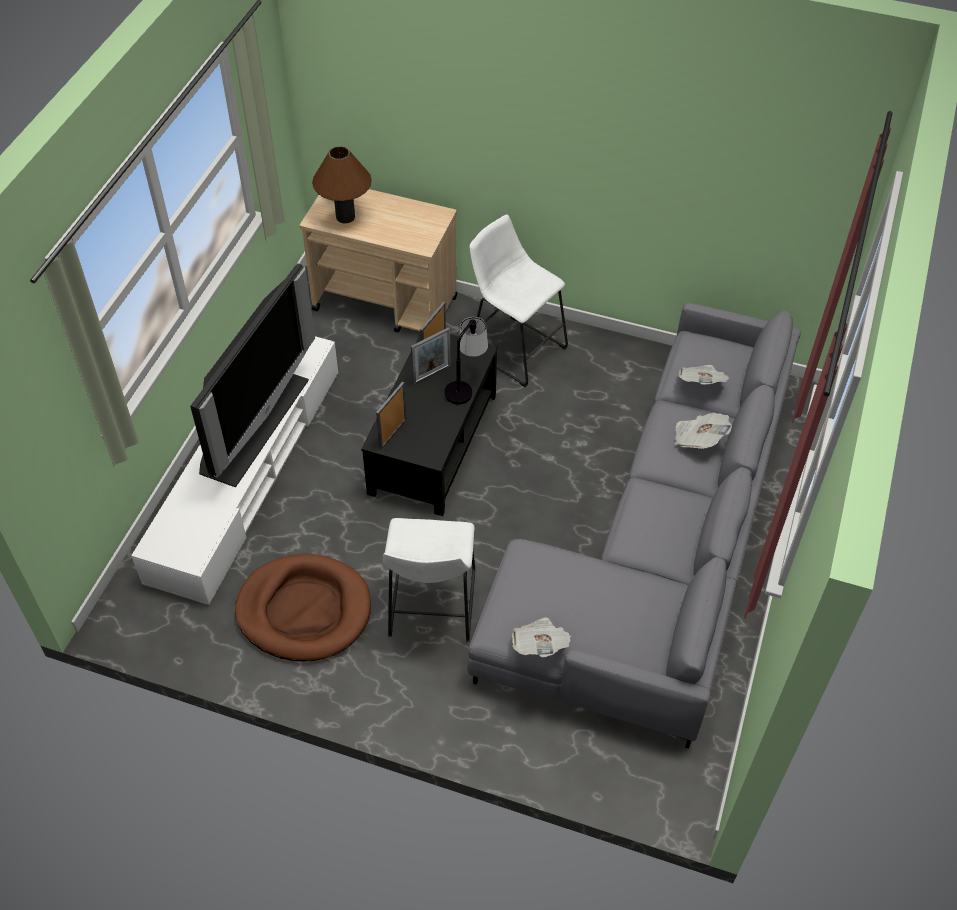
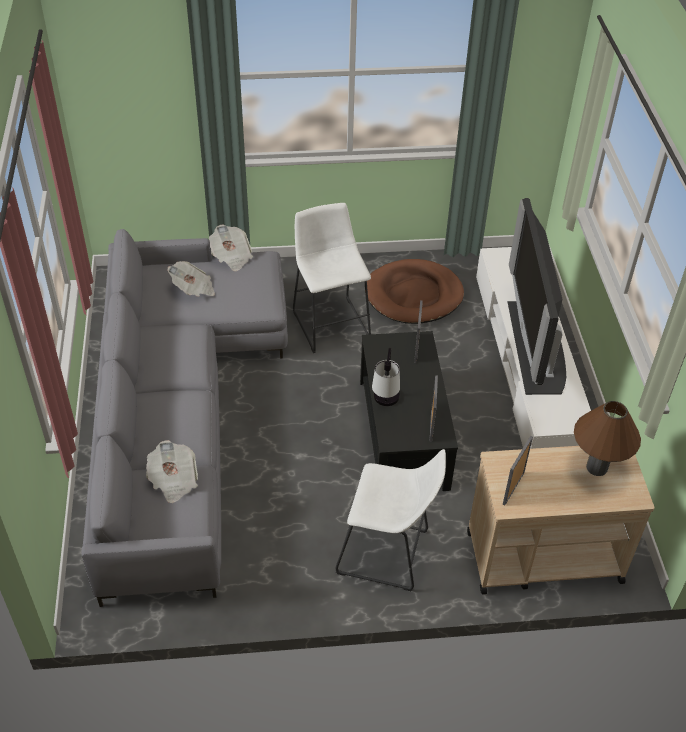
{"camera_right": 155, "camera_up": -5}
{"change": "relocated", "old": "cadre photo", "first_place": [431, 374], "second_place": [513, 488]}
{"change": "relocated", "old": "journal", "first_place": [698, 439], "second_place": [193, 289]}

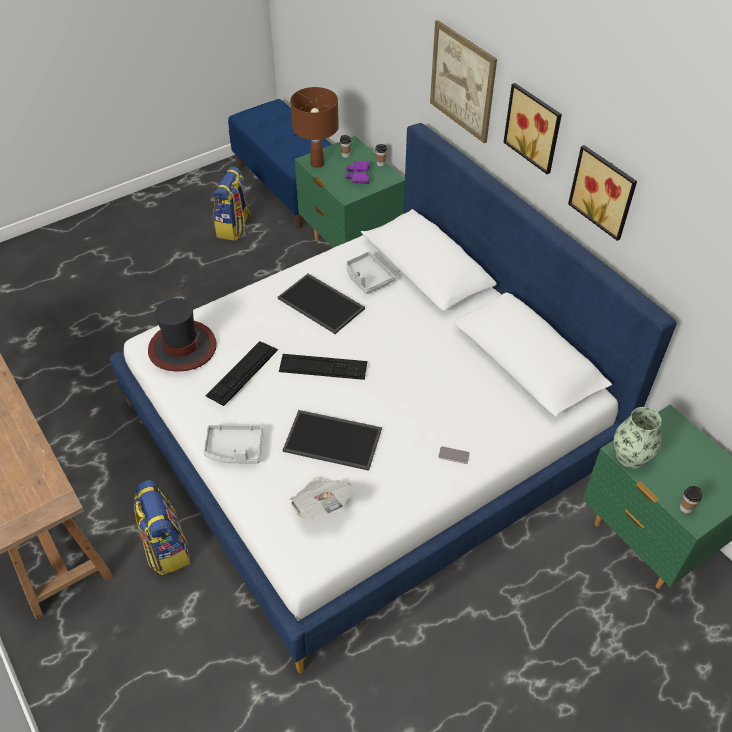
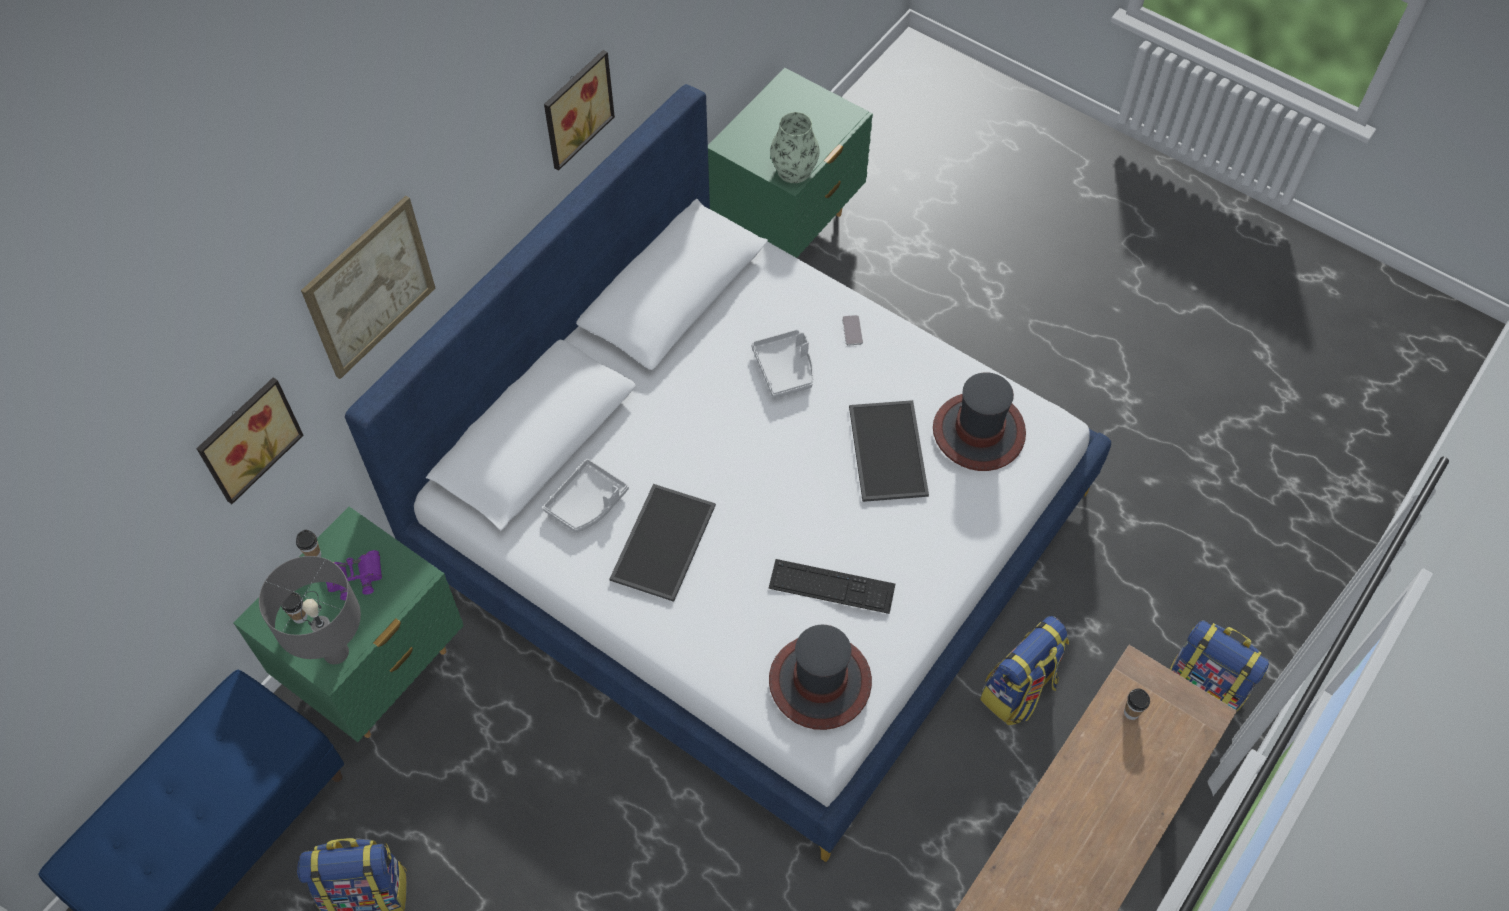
{"camera_right": -110, "camera_up": 10}
{"change": "missing", "old": "clavier", "first_place": [323, 367]}
{"change": "appeared", "new": "sac à dos", "second_place": [1204, 690]}
{"change": "relocated", "old": "plateau/gris", "first_place": [234, 449], "second_place": [785, 369]}
{"change": "relocated", "old": "tableau", "first_place": [535, 127], "second_place": [246, 437]}
{"change": "relocated", "old": "tasse", "first_place": [685, 508], "second_place": [1131, 712]}
{"change": "exchanged", "old": "journal", "new": "chapeau", "first_place": [322, 505], "second_place": [979, 432]}
{"change": "colour", "old": "lampe de table/marron", "new": "lampe de table/gris", "first_place": [317, 164], "second_place": [336, 653]}

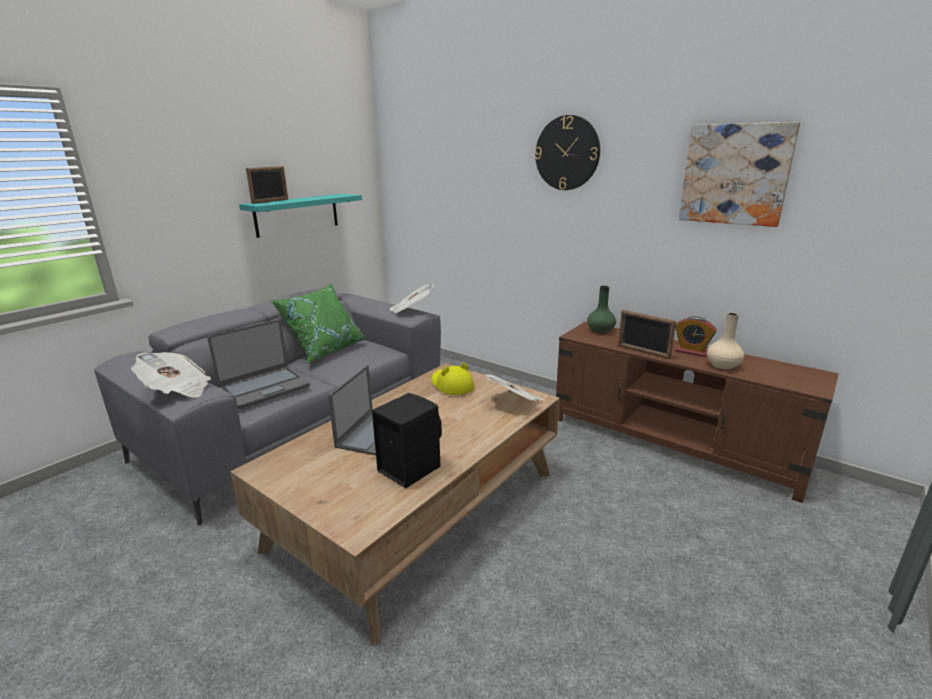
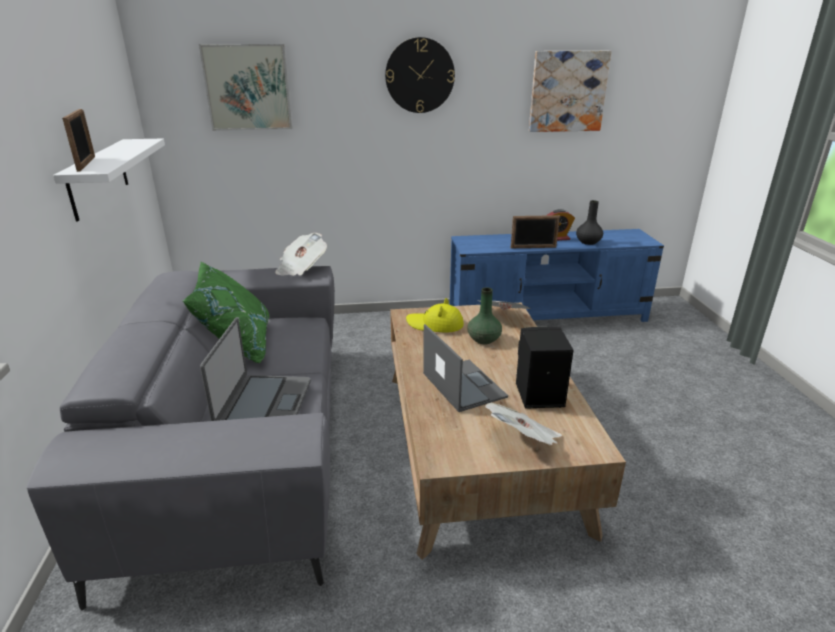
{"camera_right": -45, "camera_up": 5}
{"change": "appeared", "new": "tableau", "second_place": [247, 87]}
{"change": "relocated", "old": "journal", "first_place": [177, 390], "second_place": [523, 440]}
{"change": "relocated", "old": "vase/vert", "first_place": [600, 330], "second_place": [483, 340]}
{"change": "colour", "old": "étagère/turquoise", "new": "étagère/blanc", "first_place": [297, 214], "second_place": [98, 178]}
{"change": "colour", "old": "meuble télé/marron", "new": "meuble télé/bleu", "first_place": [672, 442], "second_place": [547, 315]}
{"change": "colour", "old": "vase/beige", "new": "vase/noir", "first_place": [723, 366], "second_place": [588, 242]}

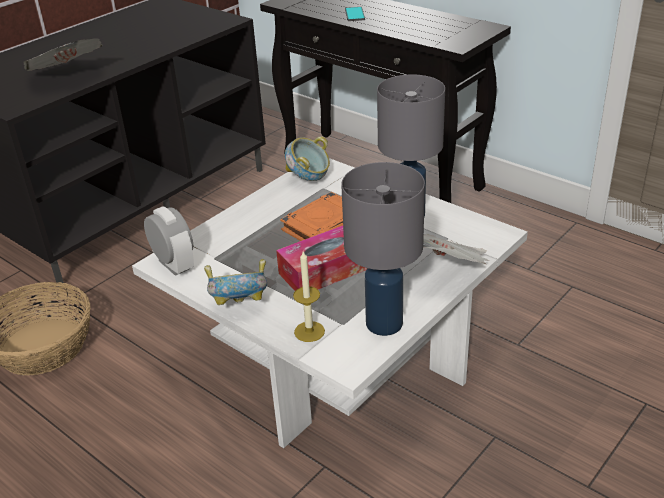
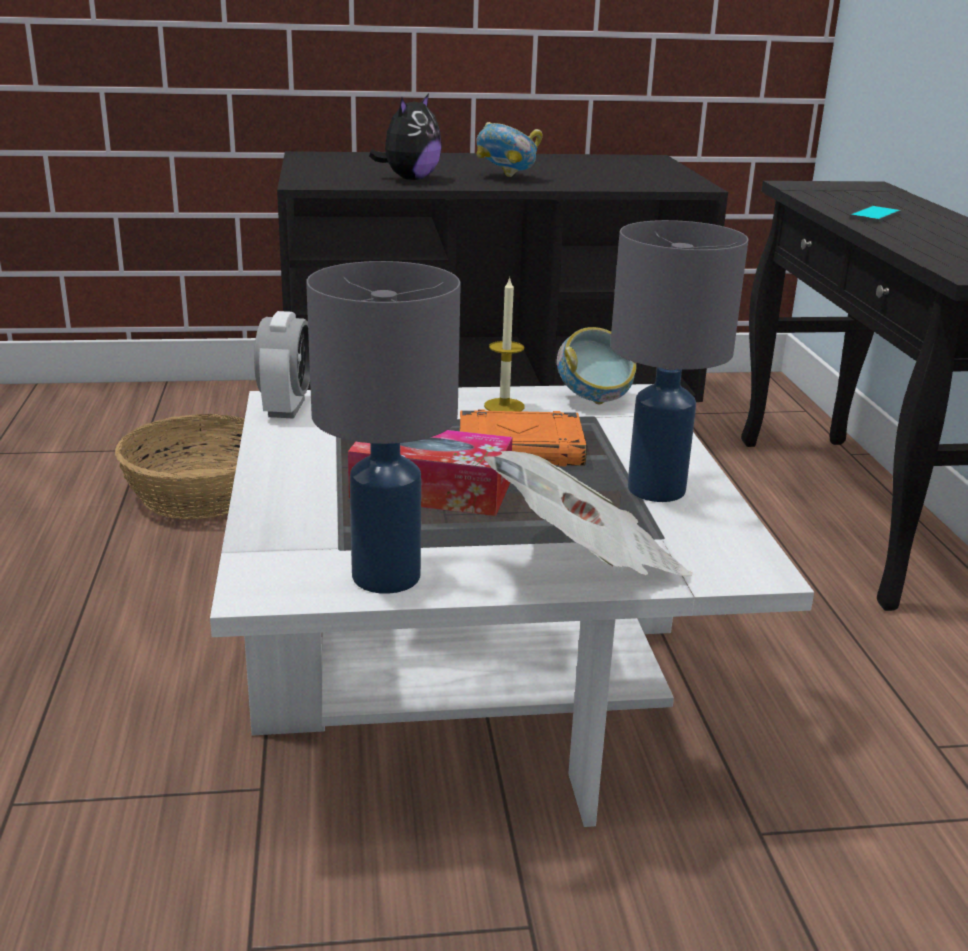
{"camera_right": 40, "camera_up": -10}
{"change": "relocated", "old": "bol", "first_place": [240, 305], "second_place": [506, 177]}
{"change": "relocated", "old": "bougie", "first_place": [309, 331], "second_place": [504, 406]}
{"change": "exchanged", "old": "journal", "new": "peluche", "first_place": [68, 76], "second_place": [410, 179]}

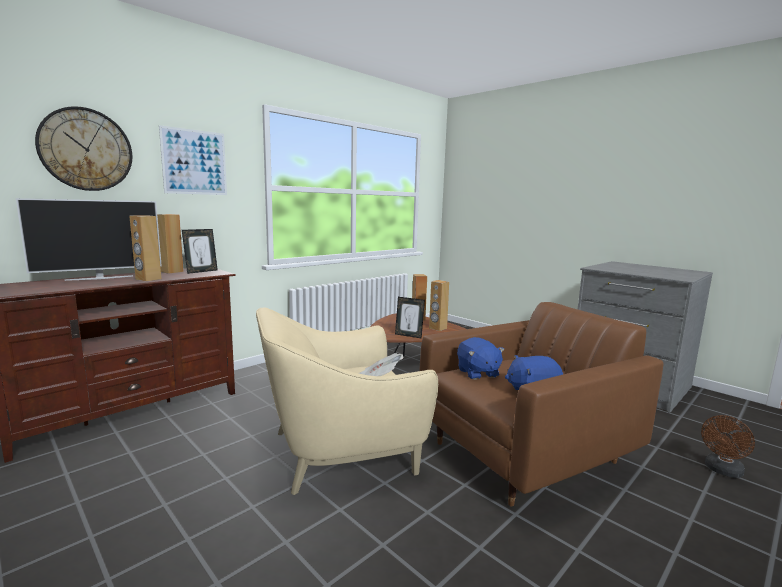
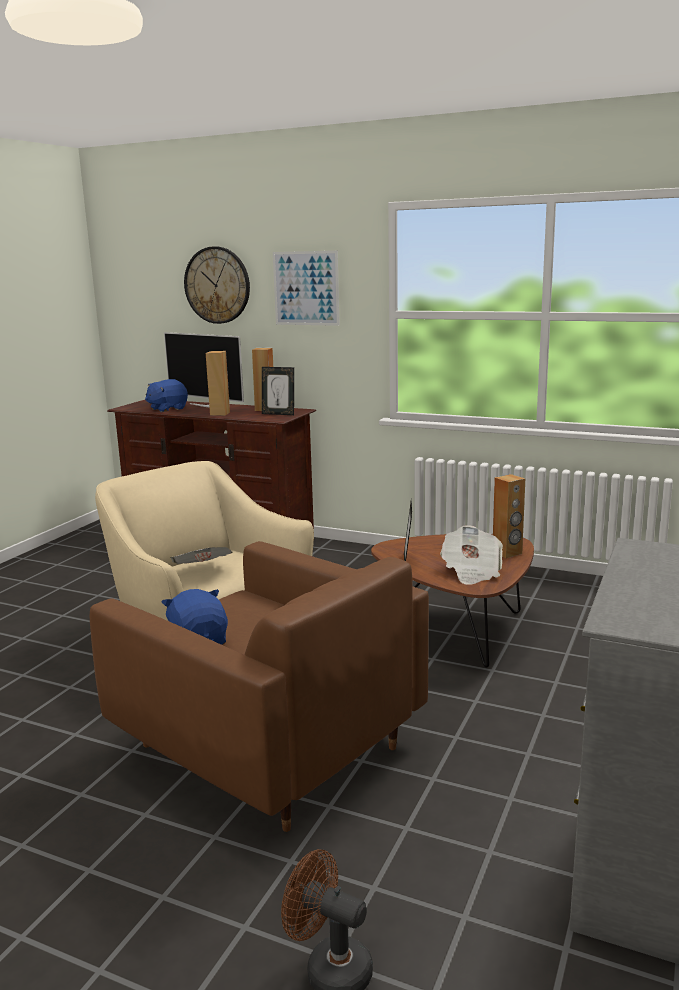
{"camera_right": 70, "camera_up": 5}
{"change": "relocated", "old": "peluche/bleu", "first_place": [477, 373], "second_place": [167, 409]}
{"change": "exchanged", "old": "enceinte/marron", "new": "journal", "first_place": [437, 328], "second_place": [471, 572]}

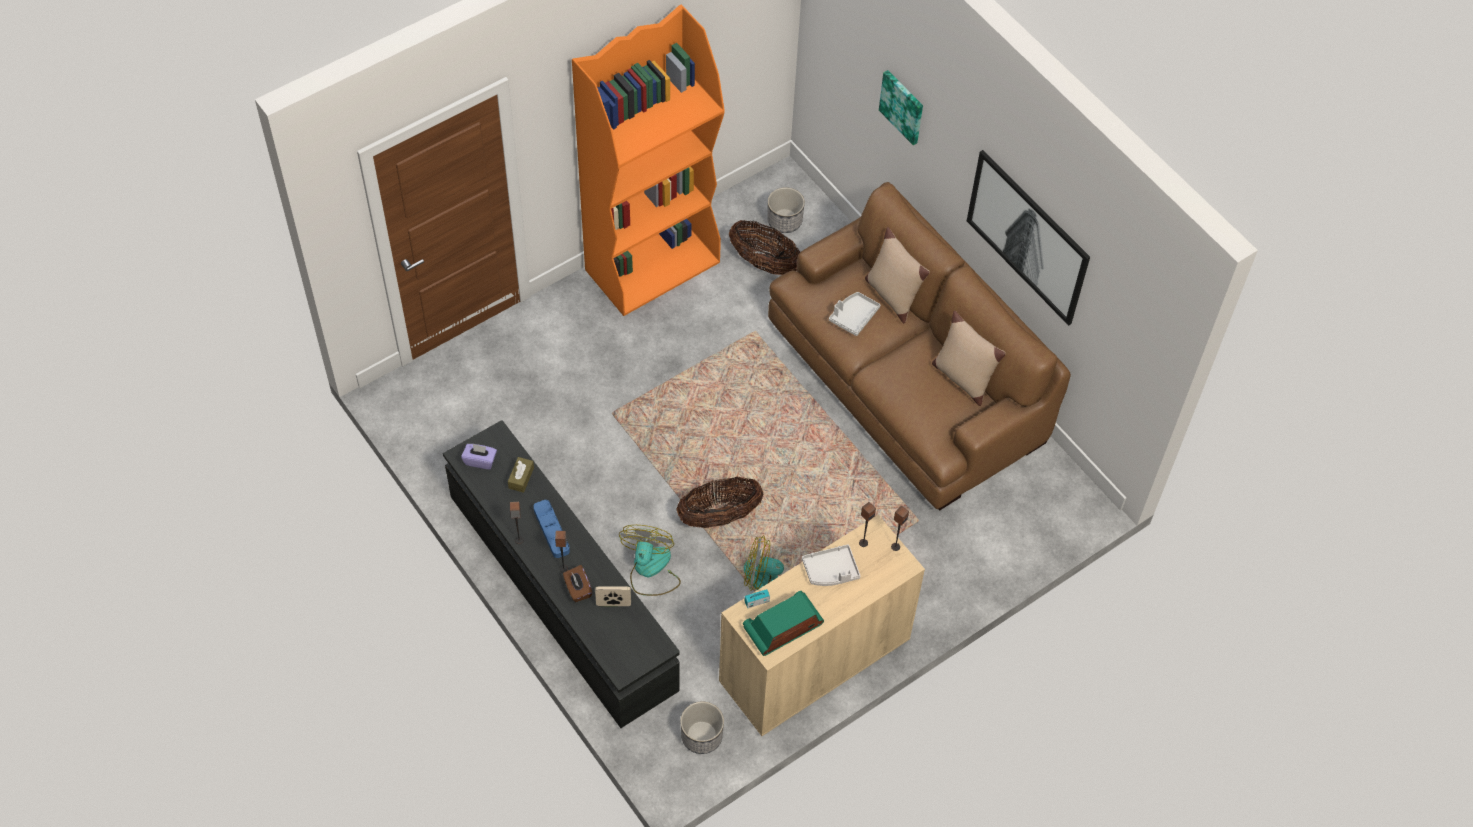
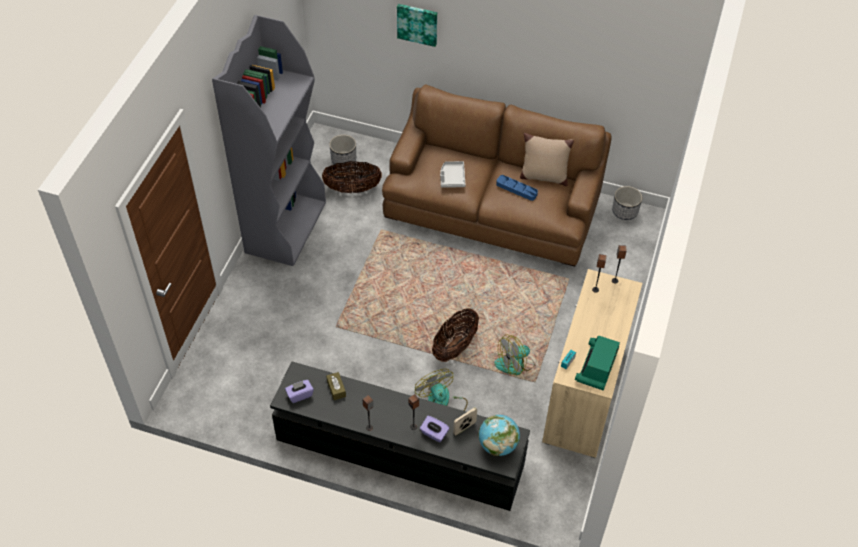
{"camera_right": -35, "camera_up": -5}
{"change": "missing", "old": "plateau/gris", "first_place": [831, 571]}
{"change": "missing", "old": "coussin/beige", "first_place": [892, 295]}
{"change": "missing", "old": "tableau", "first_place": [1027, 237]}
{"change": "appeared", "new": "globe", "second_place": [498, 445]}
{"change": "relocated", "old": "plateau/bleu", "first_place": [551, 530], "second_place": [516, 189]}
{"change": "relocated", "old": "cache-pot", "first_place": [702, 736], "second_place": [625, 211]}
{"change": "colour", "old": "boîte à mouchoirs/marron", "new": "boîte à mouchoirs/violet", "first_place": [578, 589], "second_place": [434, 433]}
{"change": "colour", "old": "bibliothèque/orange", "new": "bibliothèque/gris", "first_place": [653, 265], "second_place": [285, 227]}

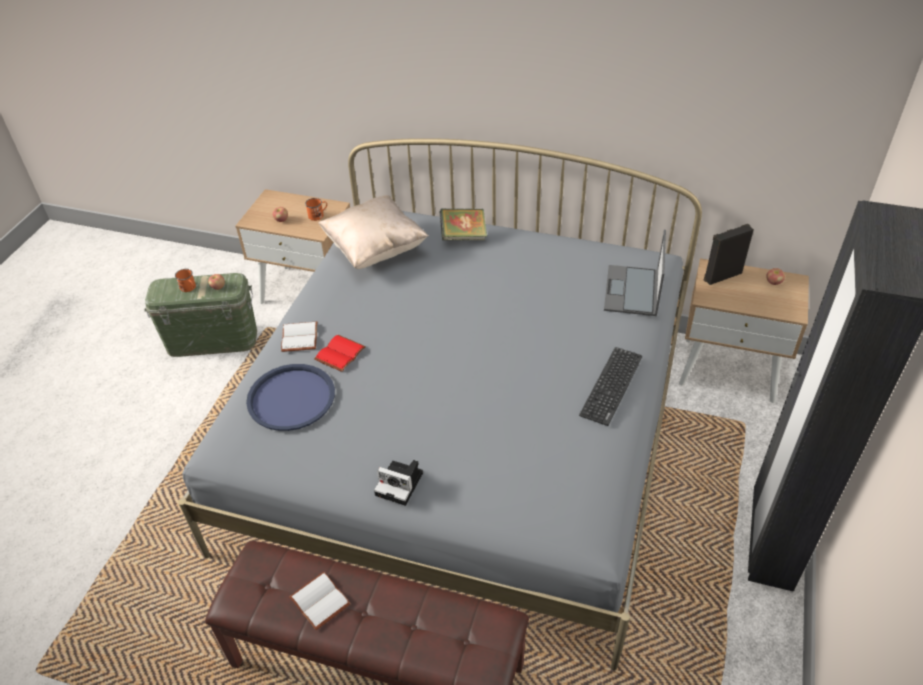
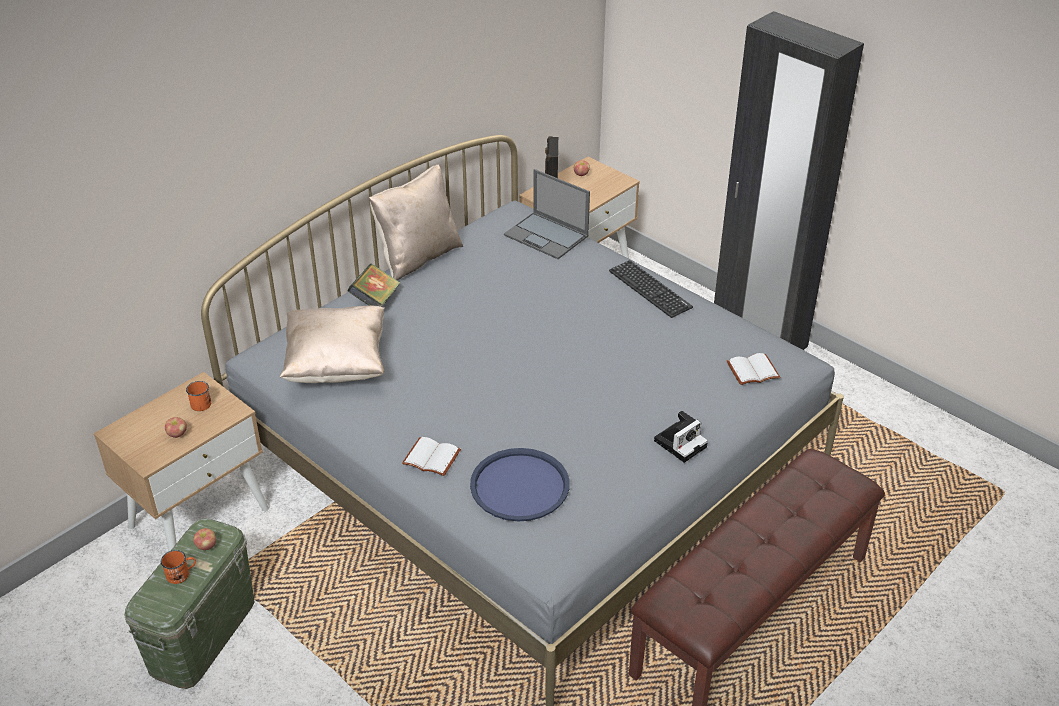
{"camera_right": -65, "camera_up": -5}
{"change": "missing", "old": "livre/rouge", "first_place": [339, 353]}
{"change": "appeared", "new": "coussin/beige", "second_place": [418, 257]}
{"change": "relocated", "old": "livre/blanc", "first_place": [318, 601], "second_place": [752, 372]}

